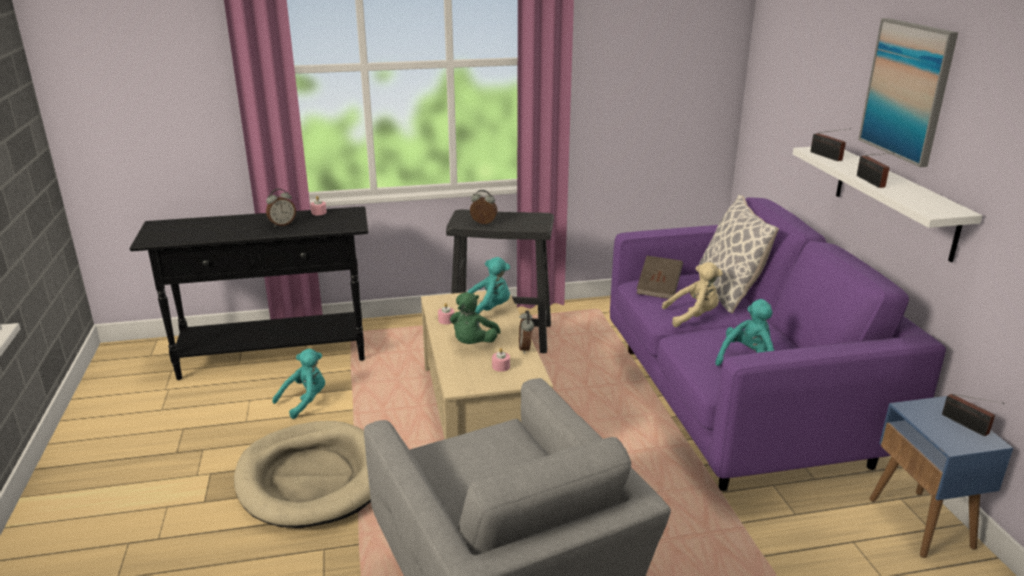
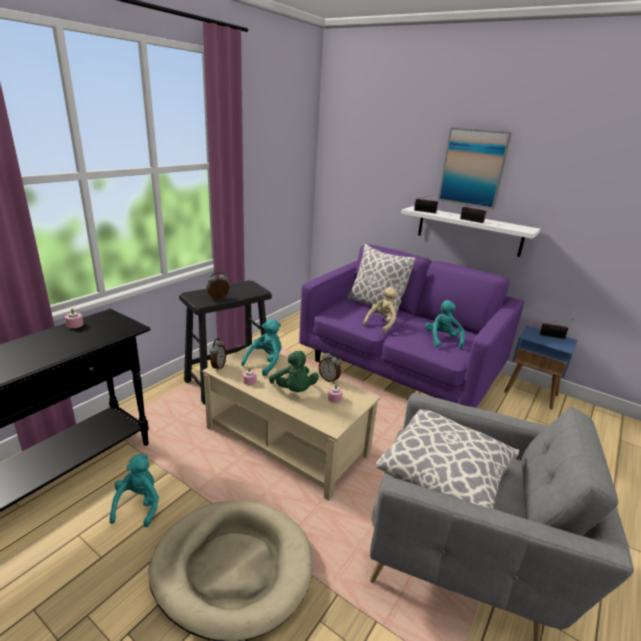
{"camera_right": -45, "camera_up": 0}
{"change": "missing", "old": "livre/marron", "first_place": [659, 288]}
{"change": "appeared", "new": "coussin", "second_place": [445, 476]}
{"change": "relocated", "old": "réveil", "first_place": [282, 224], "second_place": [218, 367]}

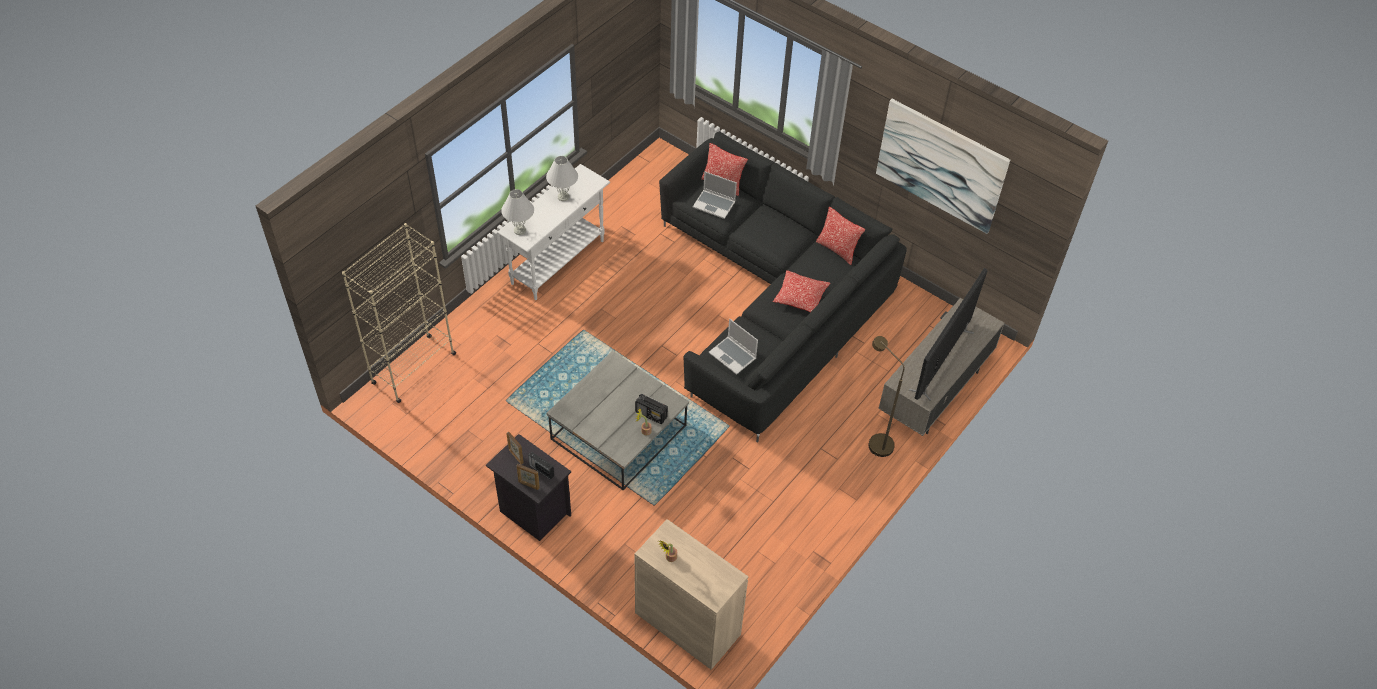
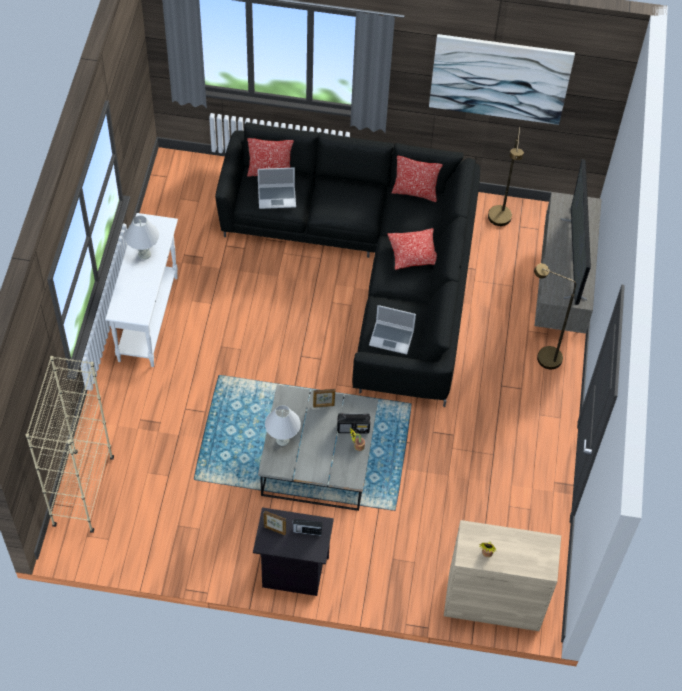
{"camera_right": -30, "camera_up": 5}
{"change": "appeared", "new": "lampadaire/marron", "second_place": [500, 222]}
{"change": "relocated", "old": "lampe de table/blanc", "first_place": [519, 230], "second_place": [282, 440]}
{"change": "relocated", "old": "cadre photo", "first_place": [528, 485], "second_place": [323, 405]}

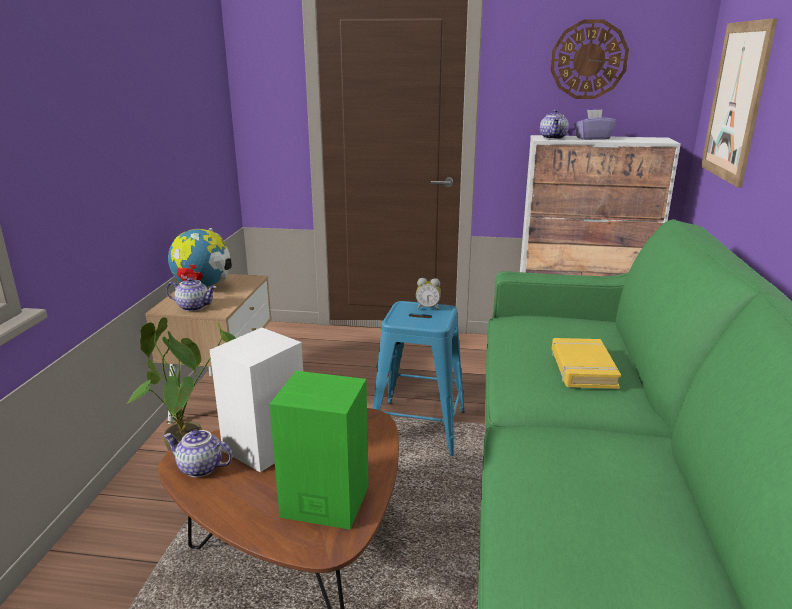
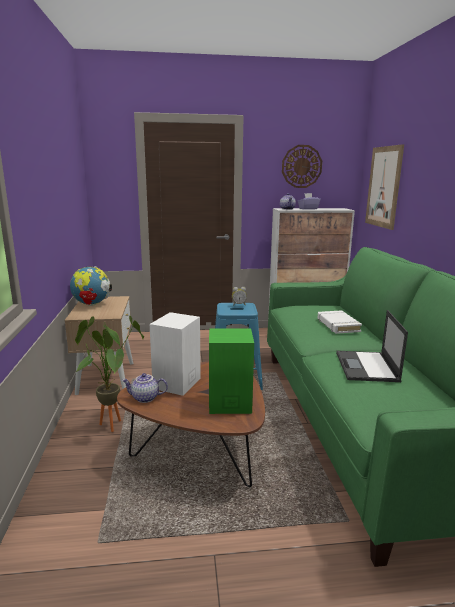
{"camera_right": -15, "camera_up": -5}
{"change": "missing", "old": "théière", "first_place": [194, 307]}
{"change": "appeared", "new": "ordinateur portable", "second_place": [367, 367]}
{"change": "colour", "old": "livre/jaune", "new": "livre/blanc", "first_place": [582, 368], "second_place": [337, 325]}

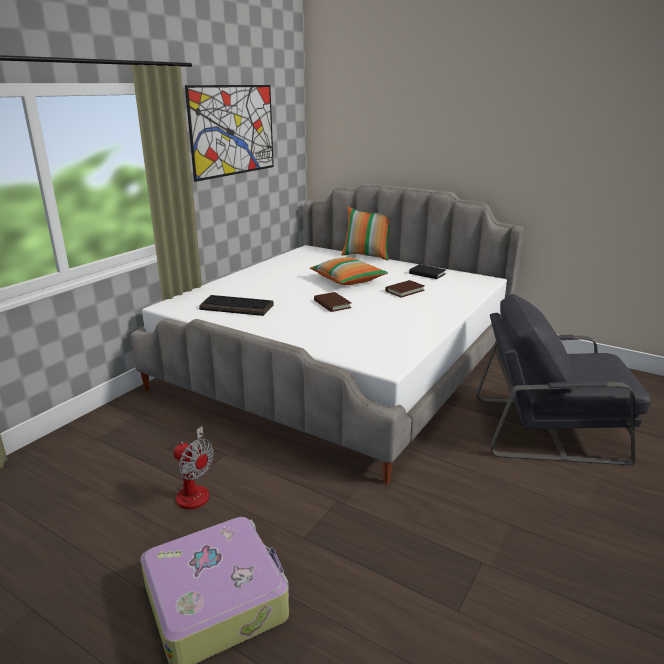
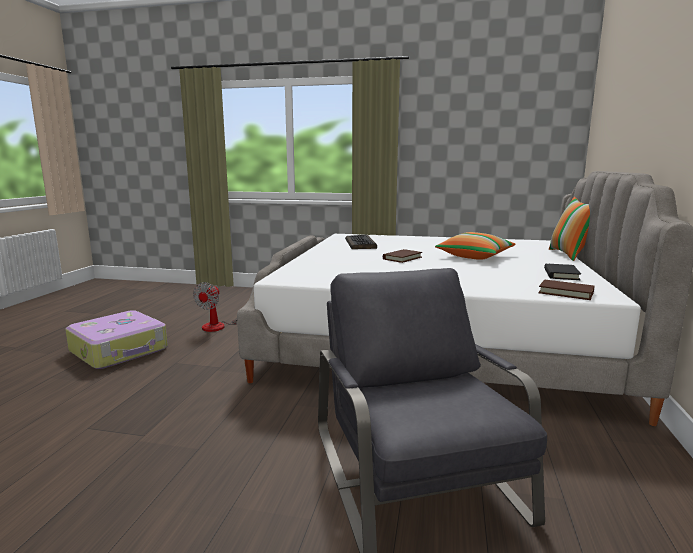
{"camera_right": 70, "camera_up": -10}
{"change": "missing", "old": "tableau", "first_place": [233, 130]}
{"change": "relocated", "old": "livre/marron", "first_place": [404, 291], "second_place": [566, 292]}

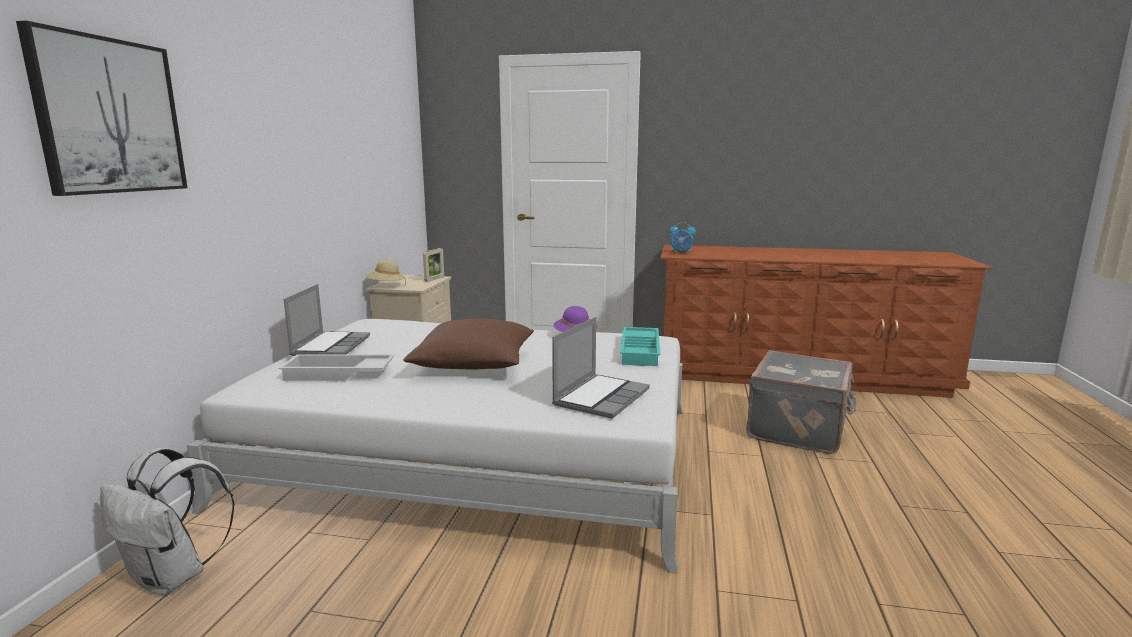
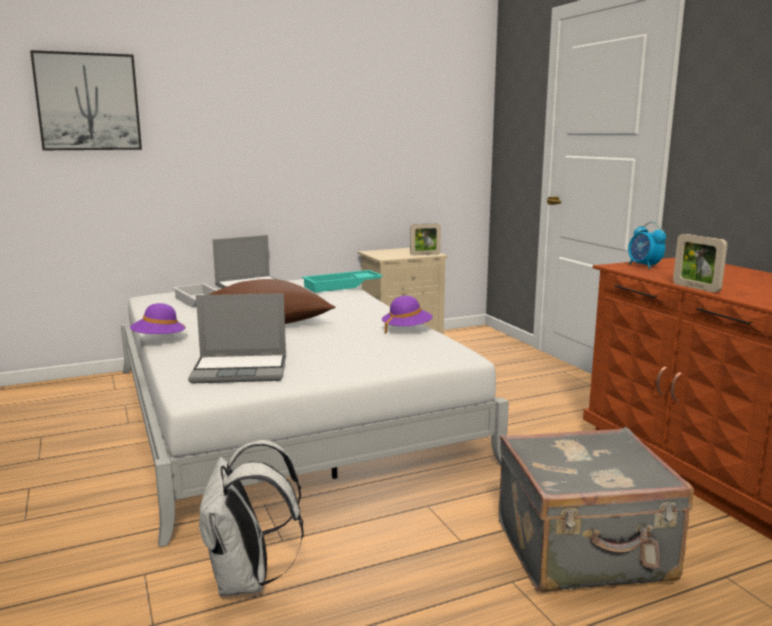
{"camera_right": 55, "camera_up": 0}
{"change": "missing", "old": "chapeau/beige", "first_place": [386, 286]}
{"change": "appeared", "new": "chapeau/violet", "second_place": [159, 340]}
{"change": "appeared", "new": "cadre photo", "second_place": [696, 288]}
{"change": "relocated", "old": "sac à dos/blanc", "first_place": [173, 577], "second_place": [247, 580]}
{"change": "relocated", "old": "plateau/turquoise", "first_place": [641, 351], "second_place": [342, 286]}

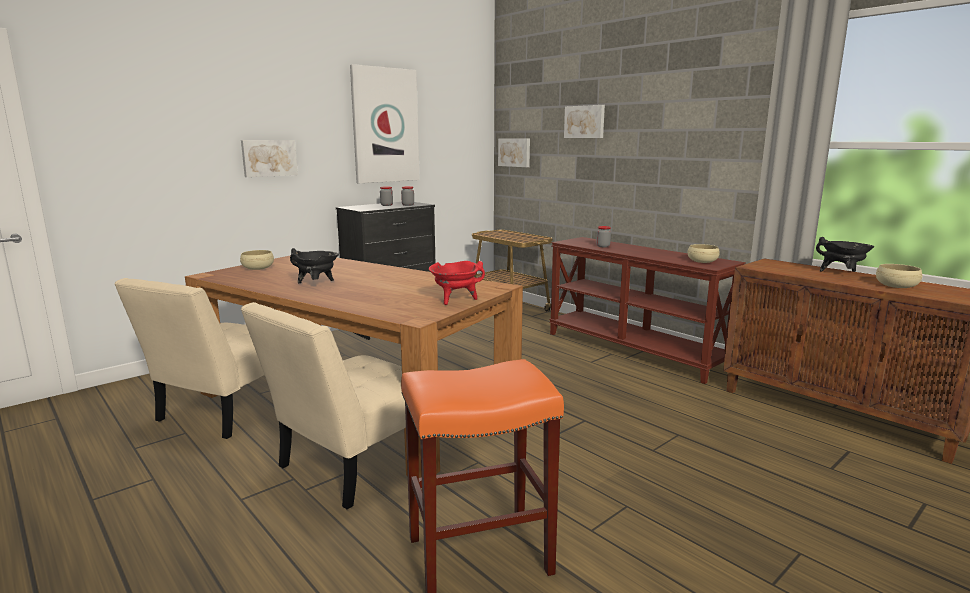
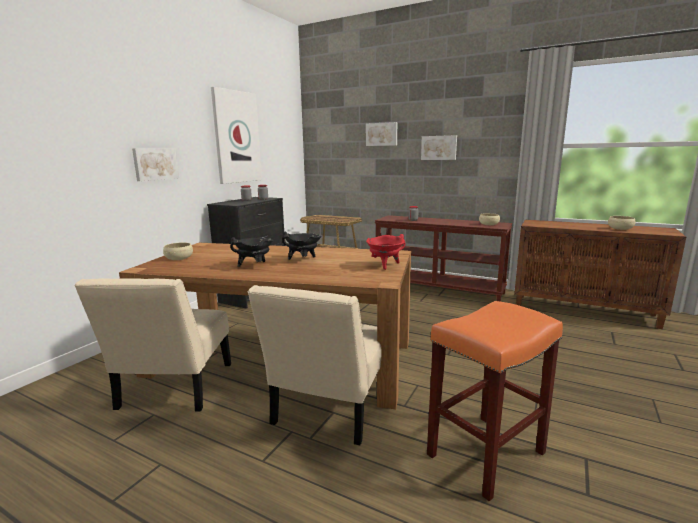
{"camera_right": -20, "camera_up": 0}
{"change": "relocated", "old": "tableau", "first_place": [515, 152], "second_place": [439, 147]}
{"change": "relocated", "old": "marmite/noir", "first_place": [842, 273], "second_place": [303, 260]}

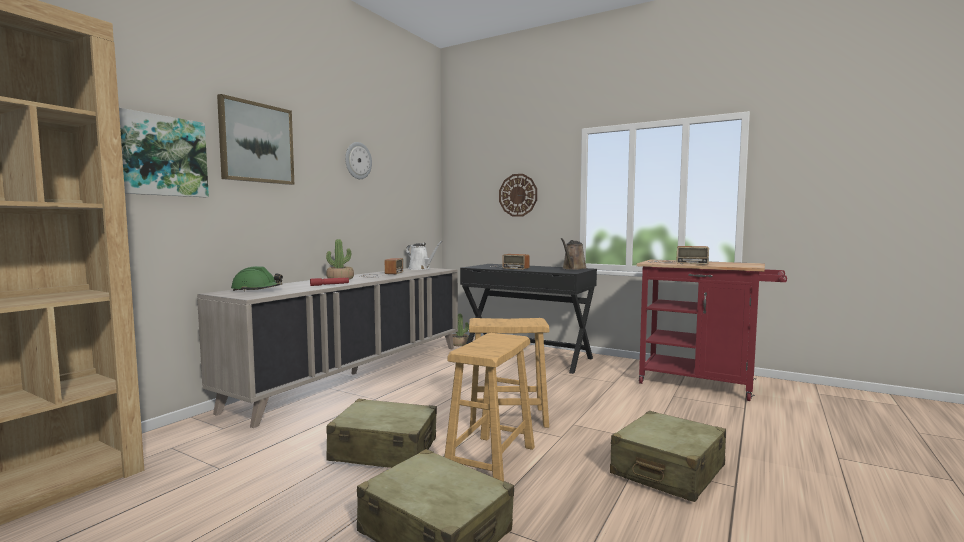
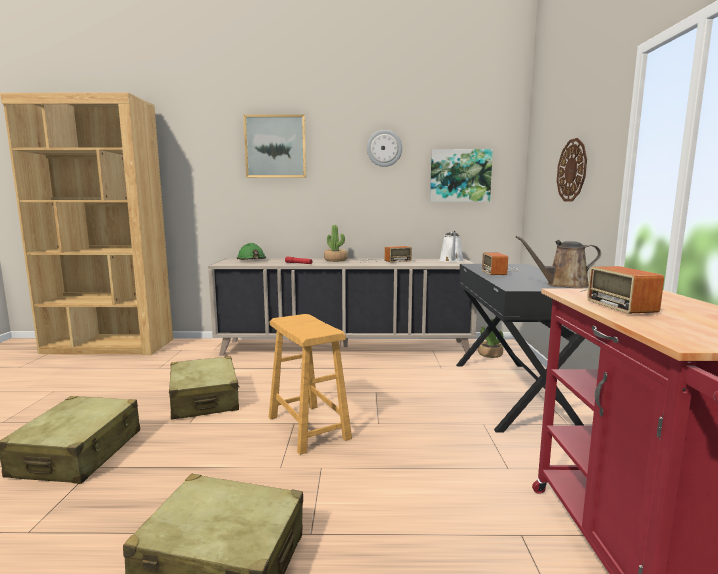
{"camera_right": 60, "camera_up": 5}
{"change": "missing", "old": "tabouret/marron", "first_place": [490, 461]}
{"change": "relocated", "old": "tableau", "first_place": [157, 155], "second_place": [460, 176]}

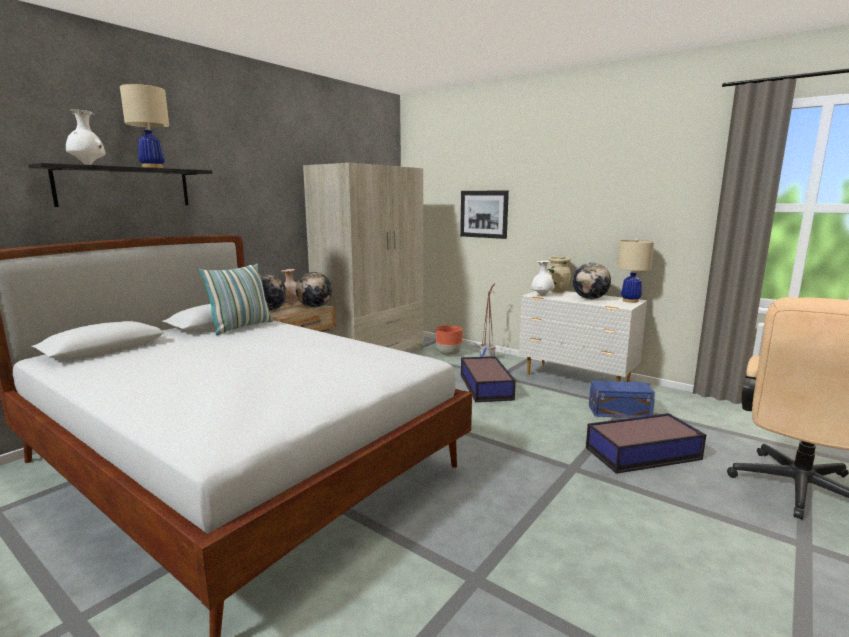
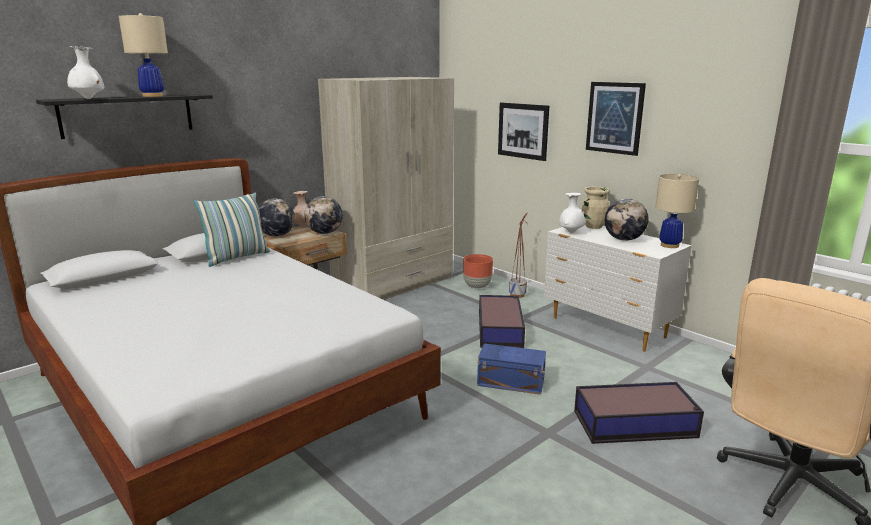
{"camera_right": 10, "camera_up": 5}
{"change": "appeared", "new": "tableau", "second_place": [615, 118]}
{"change": "relocated", "old": "boîte de rangement/bleu", "first_place": [618, 411], "second_place": [510, 381]}

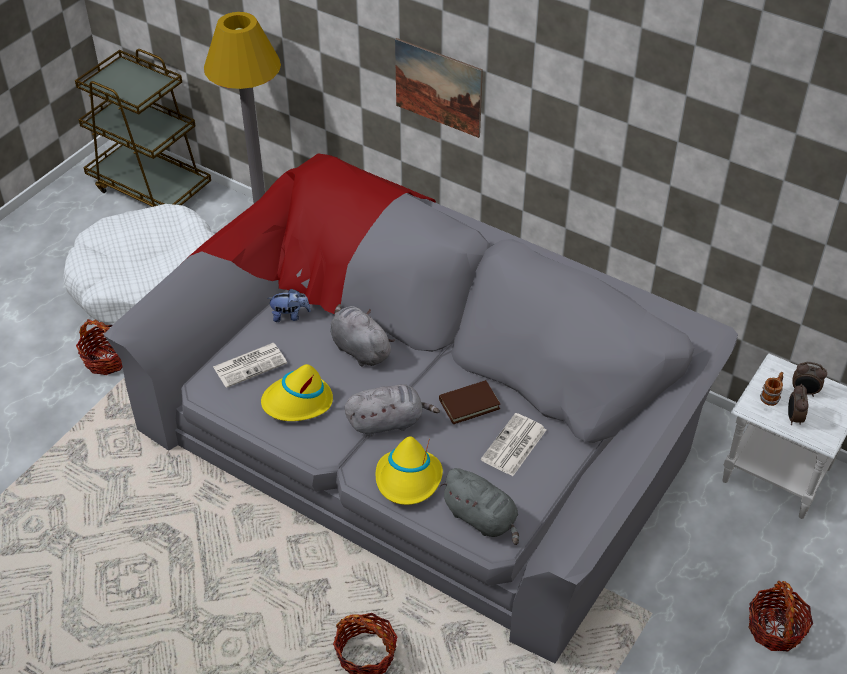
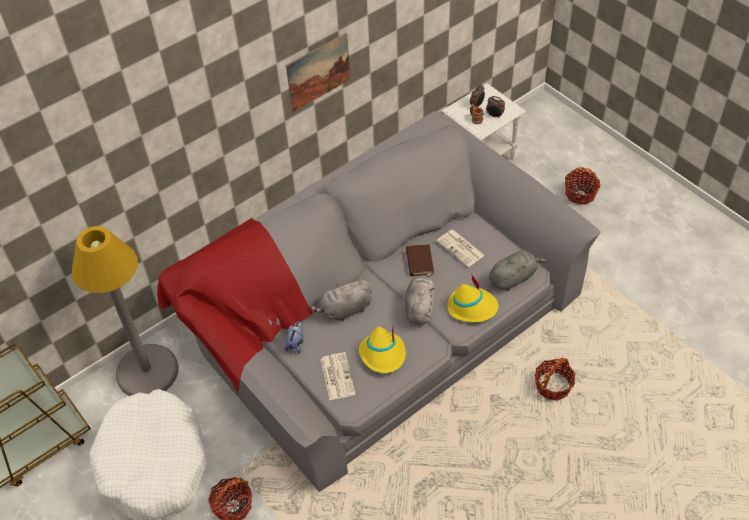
{"camera_right": -70, "camera_up": 5}
{"change": "relocated", "old": "tableau", "first_place": [438, 87], "second_place": [318, 72]}

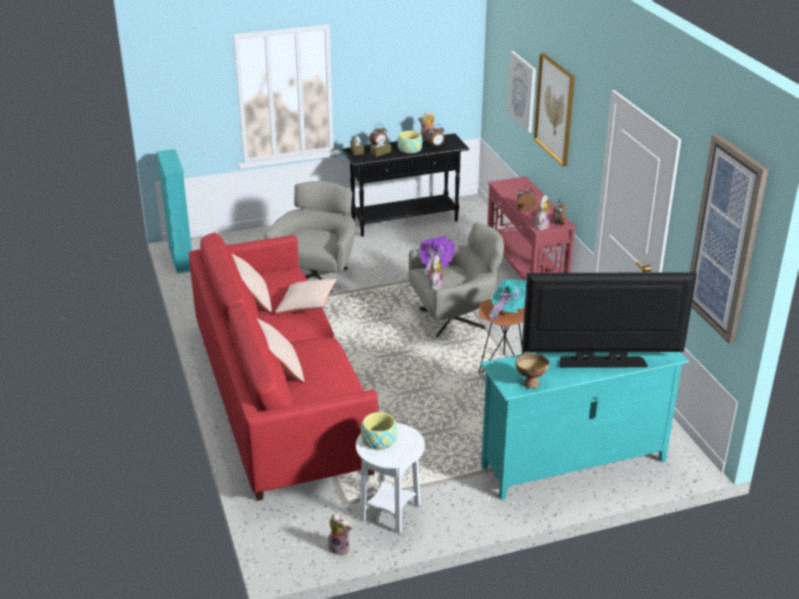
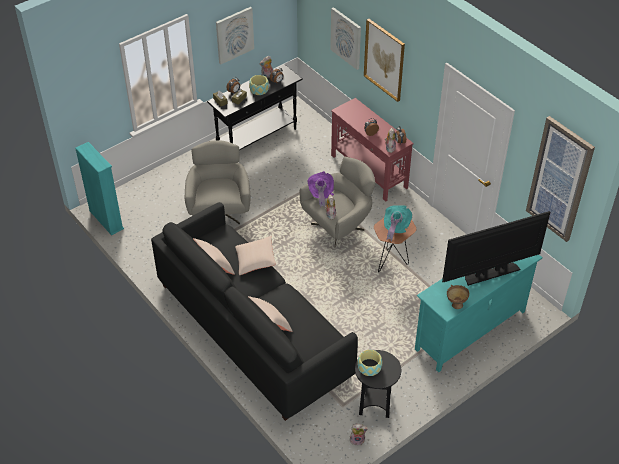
{"camera_right": -20, "camera_up": 15}
{"change": "appeared", "new": "tableau", "second_place": [234, 35]}
{"change": "colour", "old": "canapé/rouge", "new": "canapé/noir", "first_place": [280, 396], "second_place": [253, 330]}
{"change": "colour", "old": "table d'appoint/blanc", "new": "table d'appoint/noir", "first_place": [390, 512], "second_place": [375, 403]}

